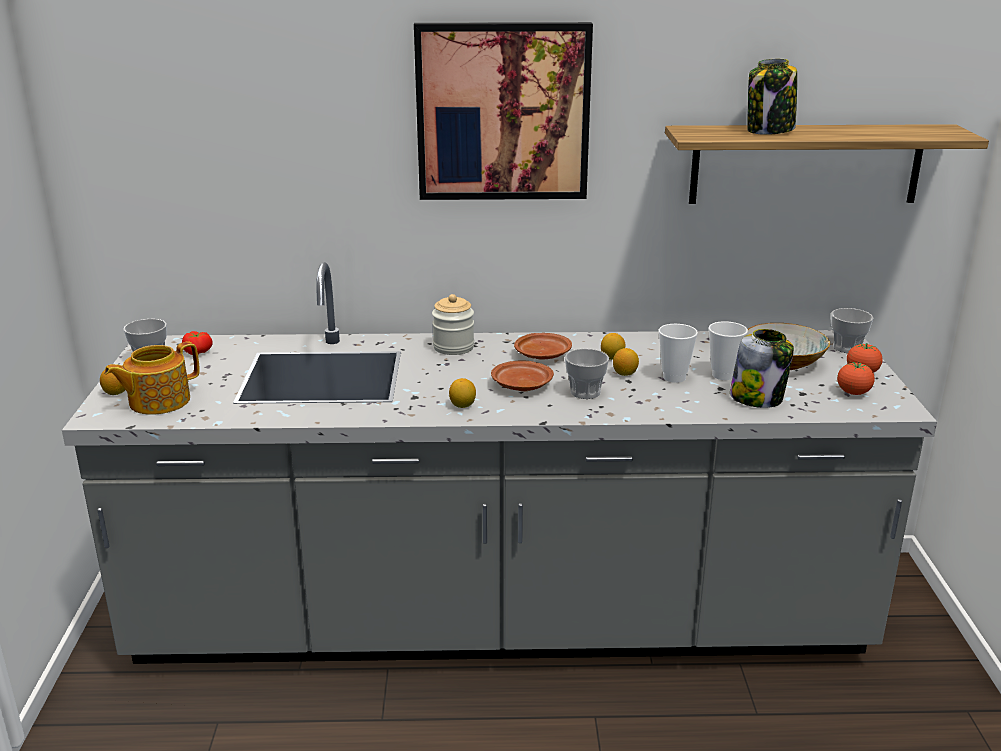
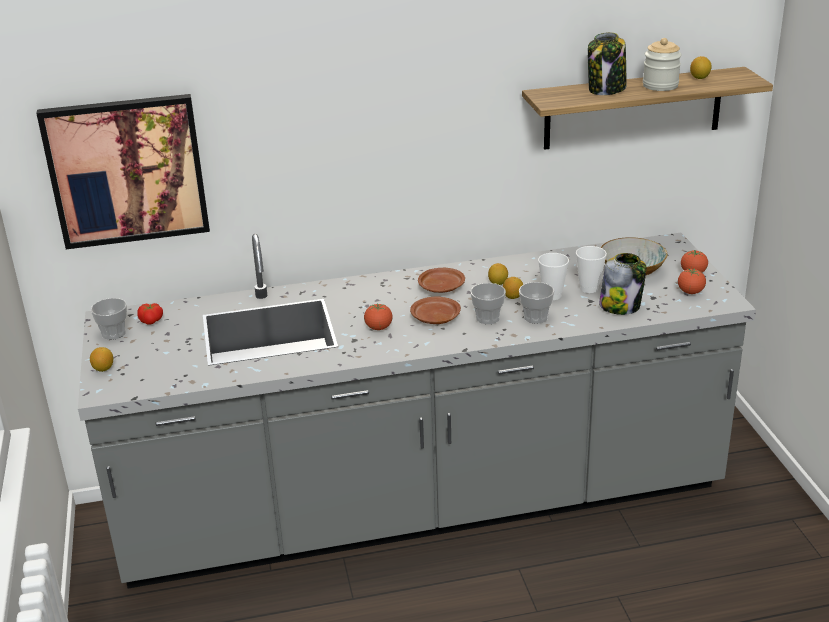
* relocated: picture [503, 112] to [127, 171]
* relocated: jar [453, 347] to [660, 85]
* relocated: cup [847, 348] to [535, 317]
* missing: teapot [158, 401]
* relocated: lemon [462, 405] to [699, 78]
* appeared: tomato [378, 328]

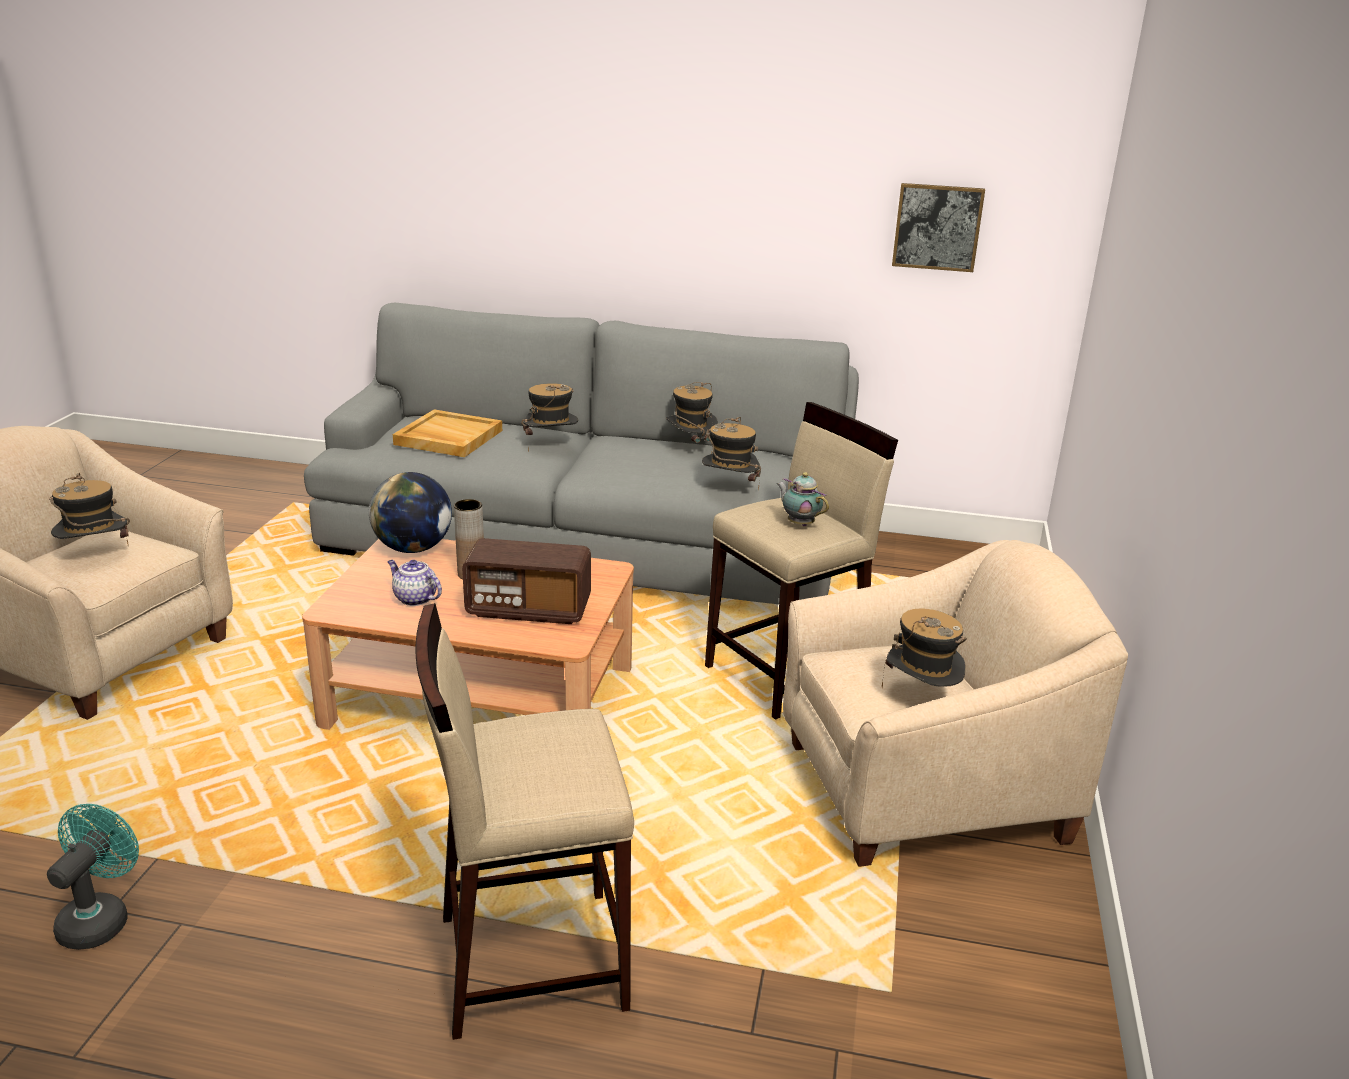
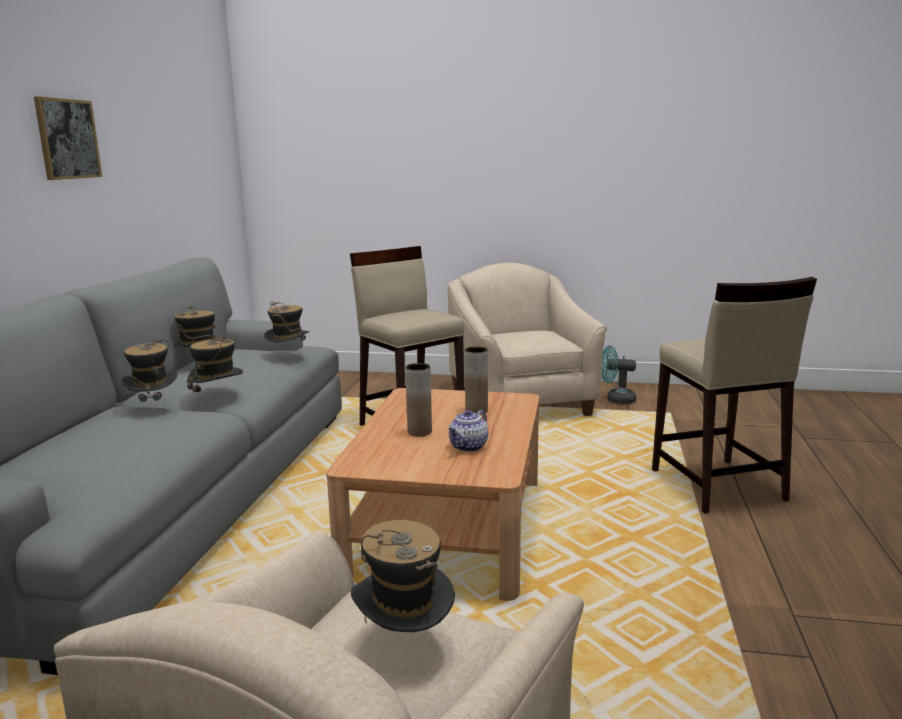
* relocated: picture [937, 227] to [67, 139]
* missing: beige tray [447, 437]
* missing: globe [413, 548]
* missing: teapot [799, 523]
* exchanged: radio [529, 609] to brown vase [476, 410]
* relocated: hat [920, 698] to [218, 400]
* relocated: turquoise fan [100, 918] to [616, 399]

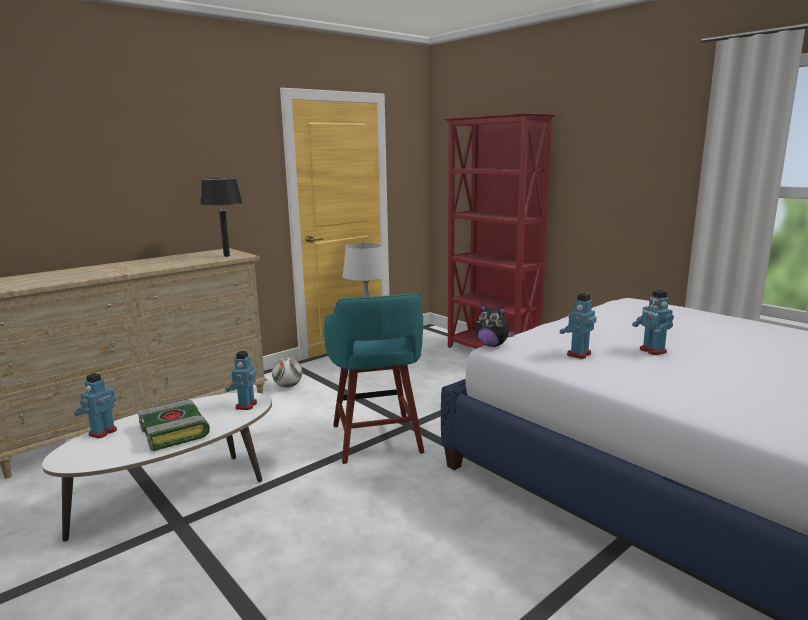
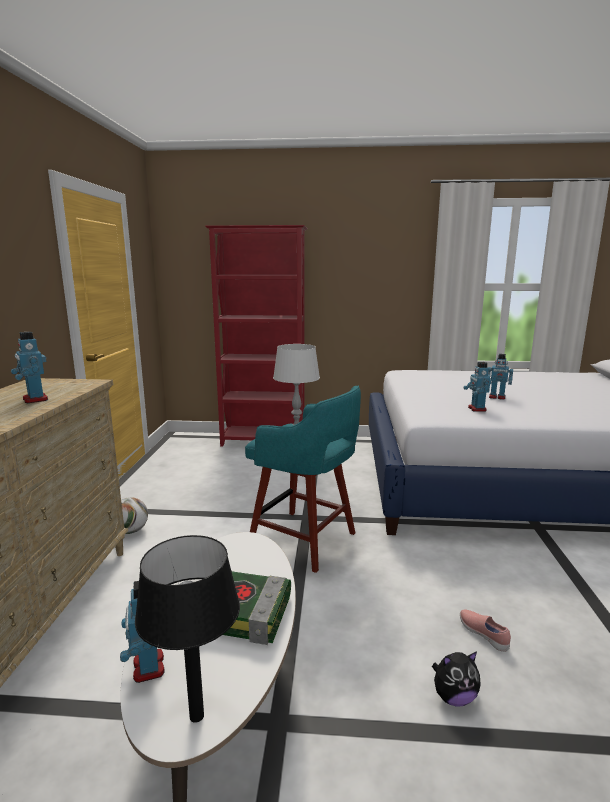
* relocated: black table lamp [226, 256] to [196, 715]
* relocated: plush toy [492, 345] to [453, 697]
* relocated: toy robot [245, 405] to [34, 399]
* appeared: pink shoe [483, 634]

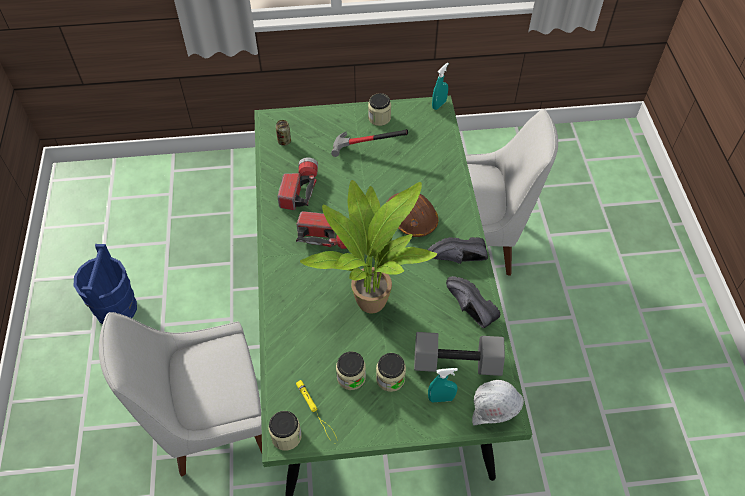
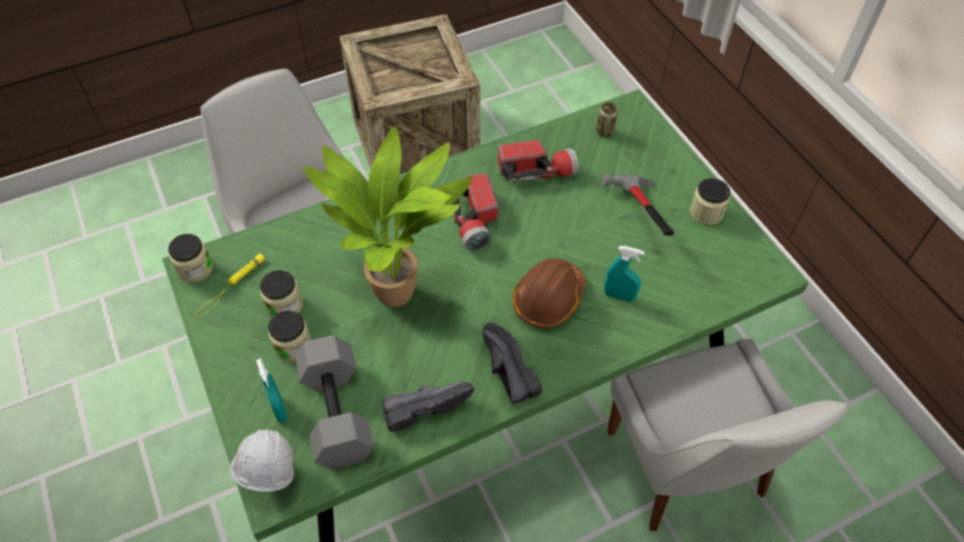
* relocated: turquoise spray bottle [439, 104] to [619, 296]
* exchanged: blue bucket [116, 309] to crate [415, 141]
* spun: black shoe [468, 309] = [425, 405] 45 degrees clockwise

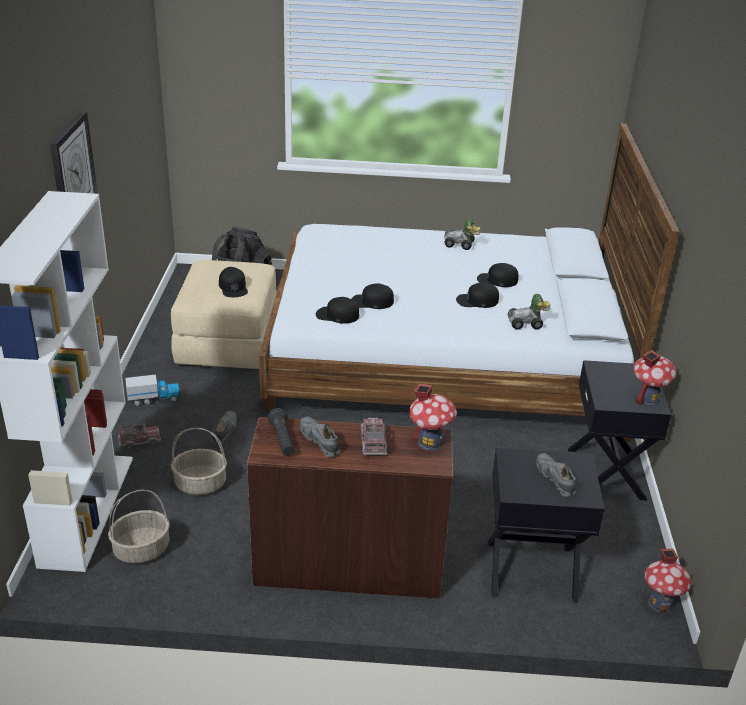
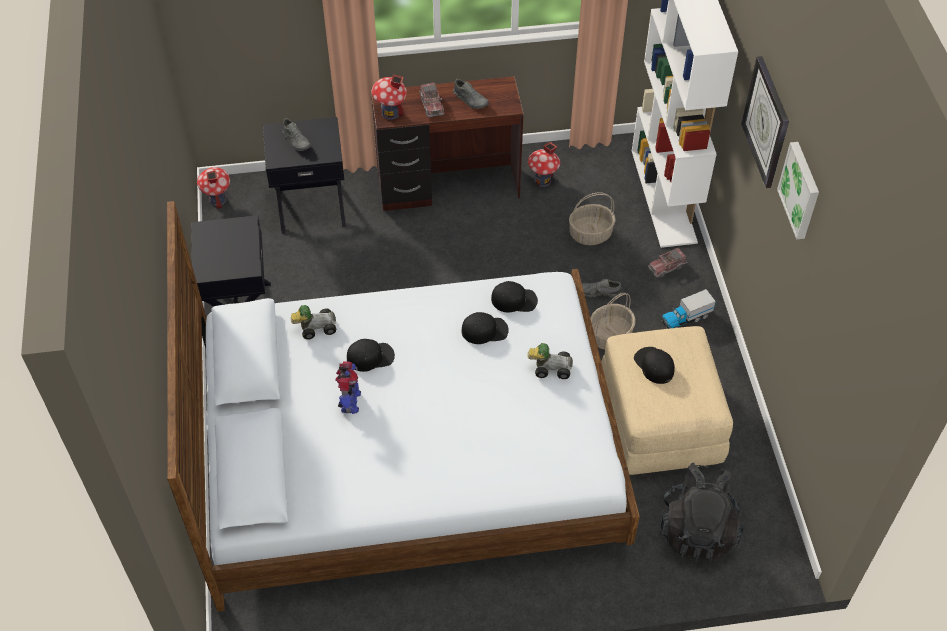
* relocated: toy car [460, 245] to [550, 367]
* exchanged: black cap [497, 280] to toy robot [349, 402]
* relocated: toy house [648, 398] to [542, 180]
* missing: black flashlight [282, 440]
* spun: grey shoe [224, 431] = [599, 292] 90 degrees clockwise
* relocated: basket [141, 550] to [610, 335]
* appeared: picture [801, 190]

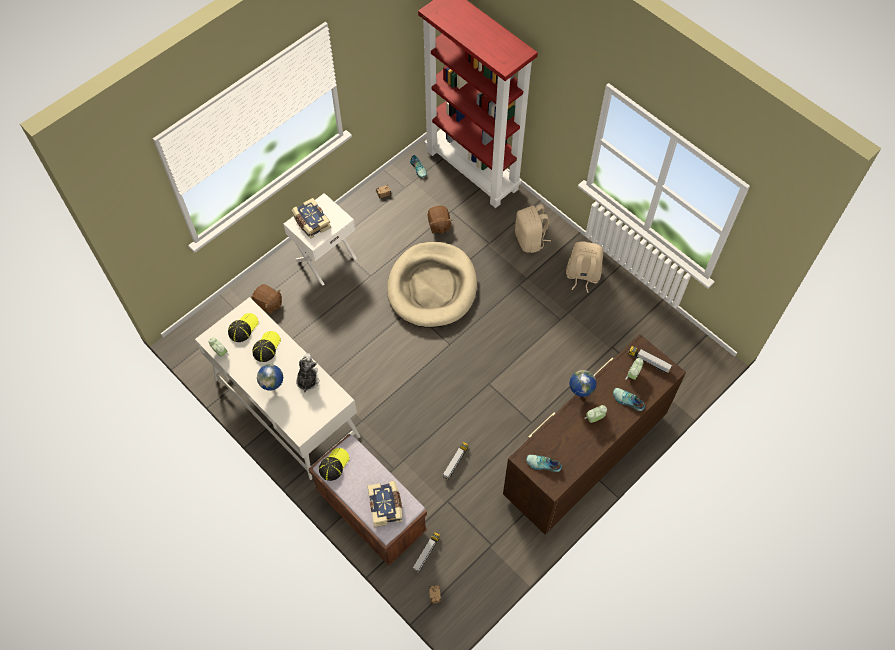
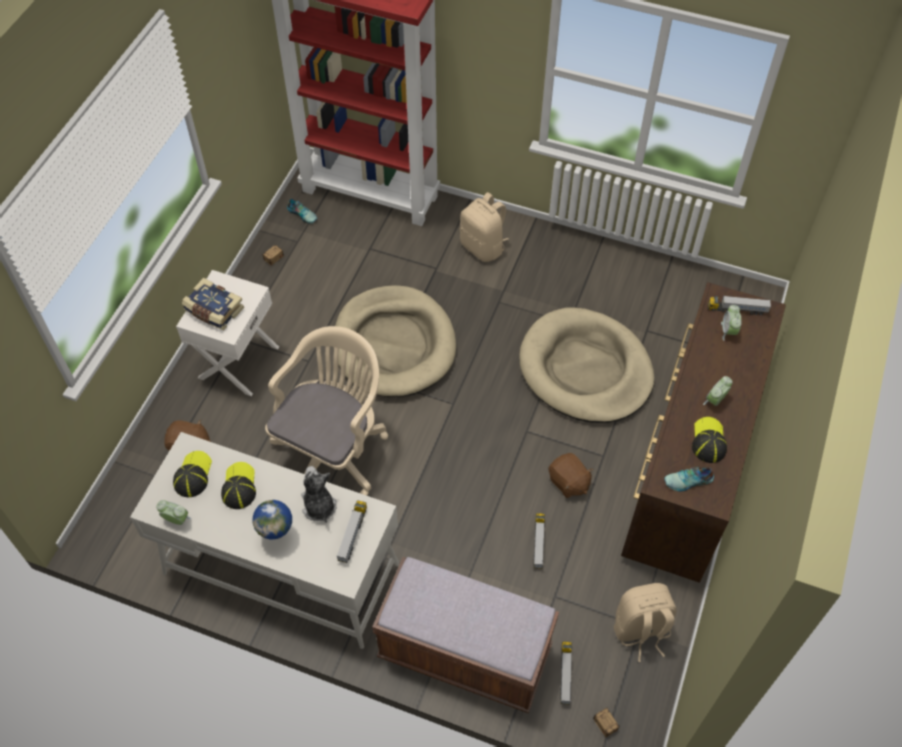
* relocated: brown plush toy [439, 225] to [568, 482]
* relocated: beige backpack [582, 275] to [641, 630]
* missing: globe [579, 394]
* missing: shoe [627, 401]
* relocated: cap [334, 464] to [708, 441]
* missing: book [386, 506]
* appeared: beige dog bed [585, 369]
* appeared: beige office chair [333, 450]
* appeared: toy truck [352, 534]

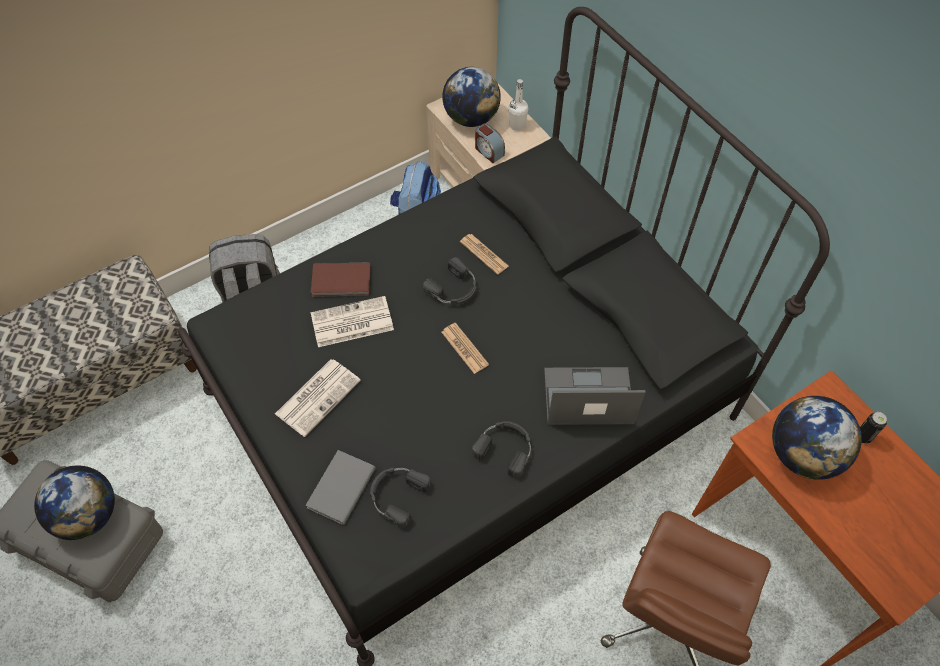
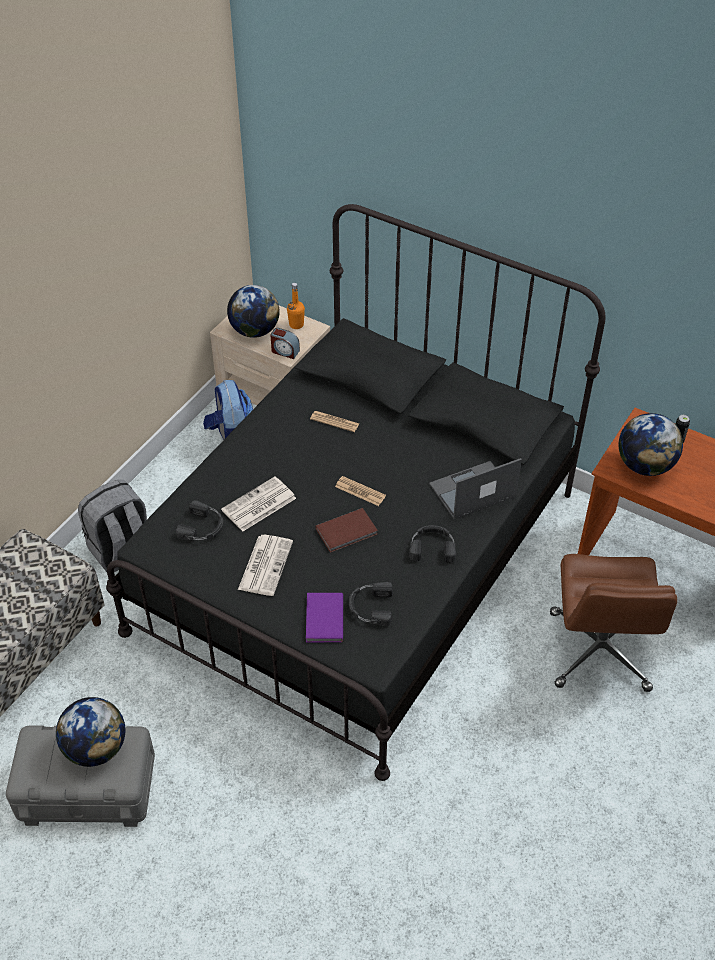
* colour: white bottle [517, 125] to orange bottle [296, 325]
* relocated: black headphones [454, 289] to [203, 527]
* relocated: brown book [342, 282] to [347, 532]
* colour: grey book [339, 488] to purple book [323, 619]

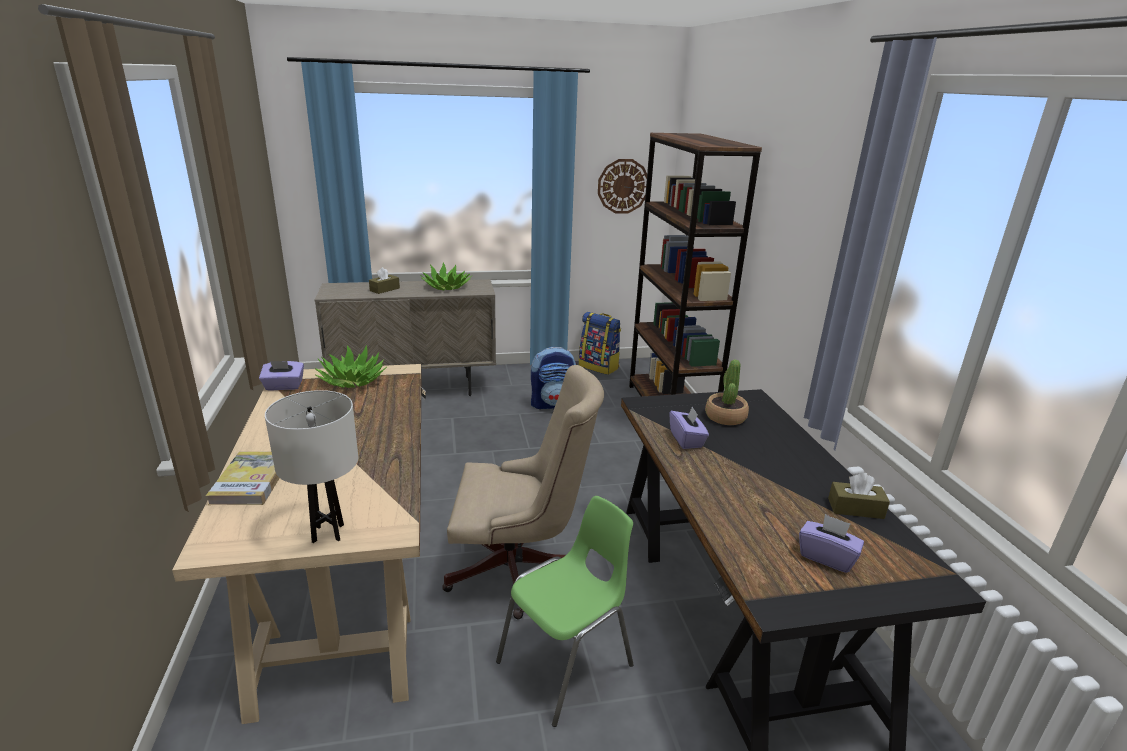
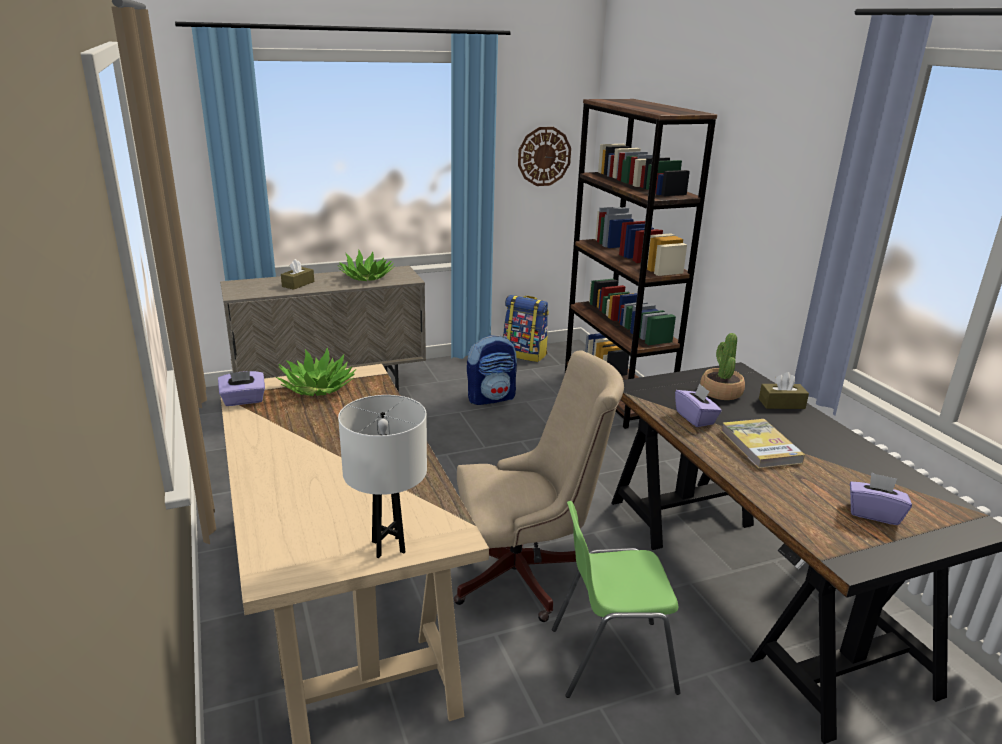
* relocated: book [251, 481] to [760, 446]
* relocated: brown tissue box [855, 508] to [781, 404]
* spun: green chair [567, 664] = [610, 658] 135 degrees counterclockwise

